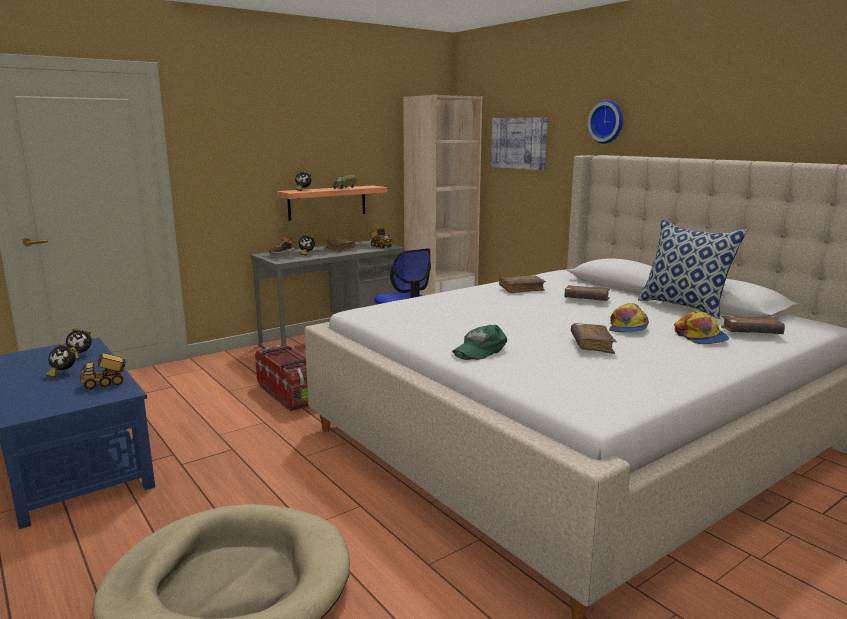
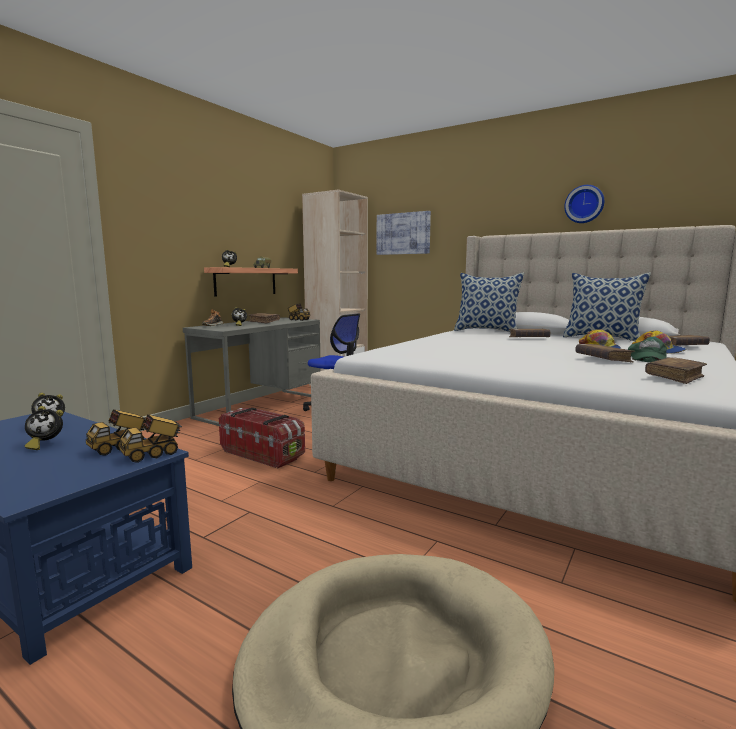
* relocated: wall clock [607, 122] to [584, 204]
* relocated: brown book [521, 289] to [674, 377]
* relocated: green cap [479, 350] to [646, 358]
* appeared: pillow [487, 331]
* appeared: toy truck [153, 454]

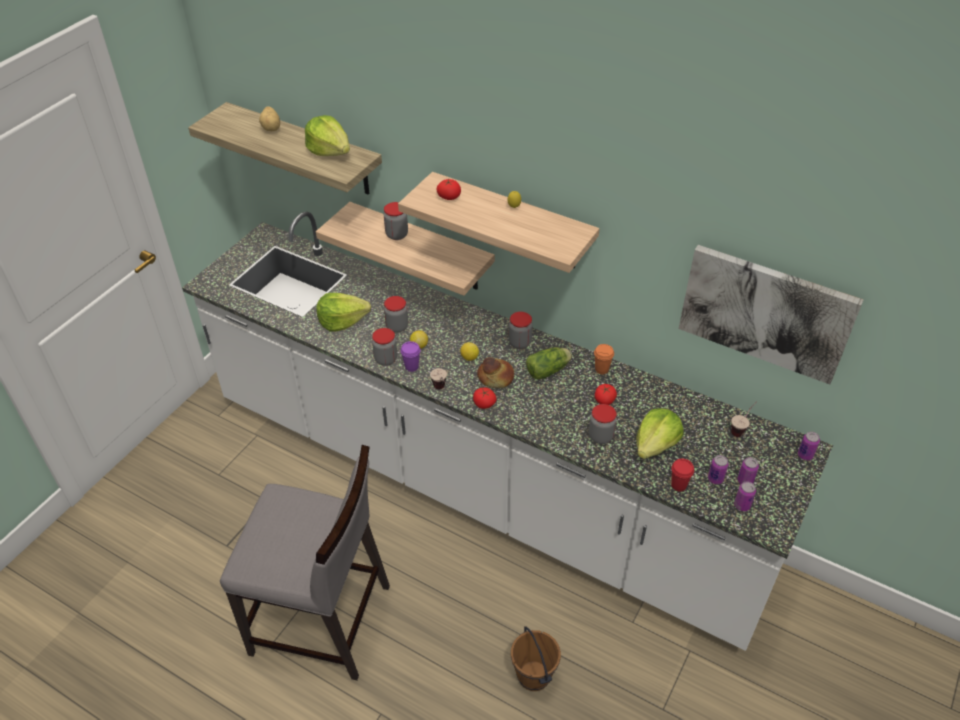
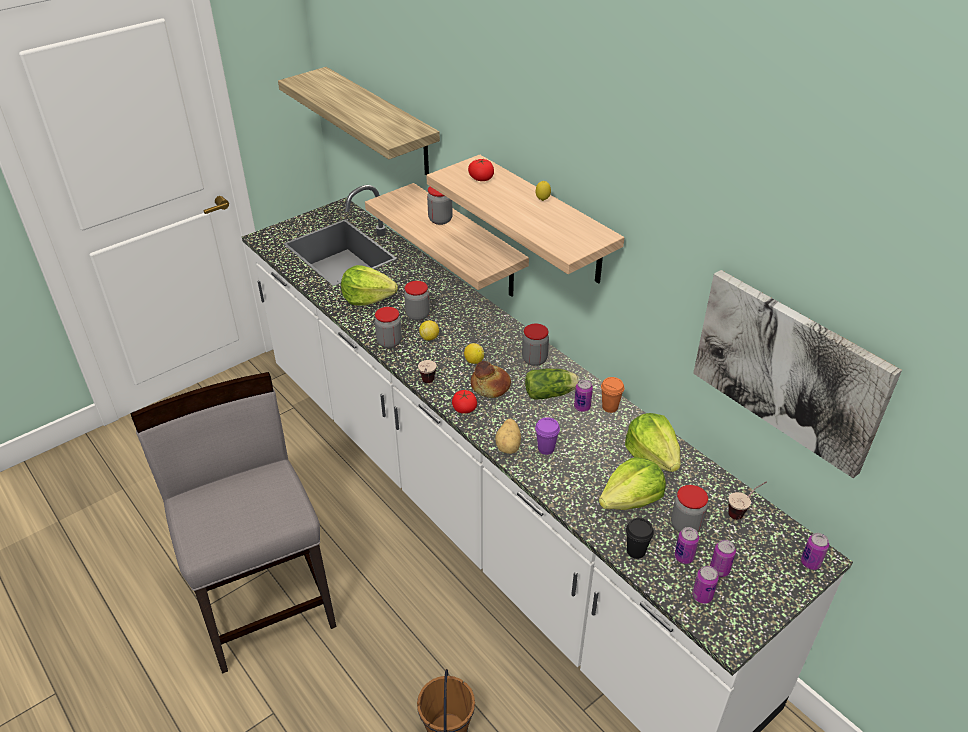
* relocated: potato [272, 128] to [509, 445]
* relocated: lettuce [329, 151] to [652, 455]
* relocated: purple cup [411, 366] to [546, 448]
* missing: tomato [604, 400]
* relocated: jar [600, 436] to [685, 525]
* spun: grey chair [322, 621] = [264, 599] 150 degrees counterclockwise
* colour: red cup [678, 485] to black cup [636, 551]
* appeared: can [582, 407]

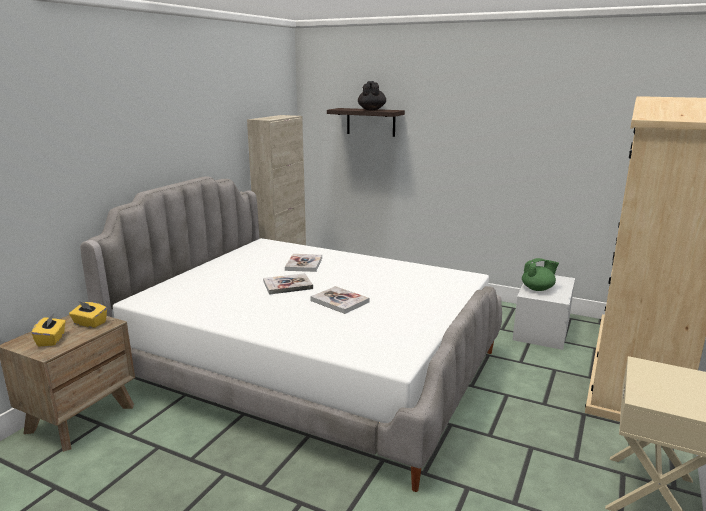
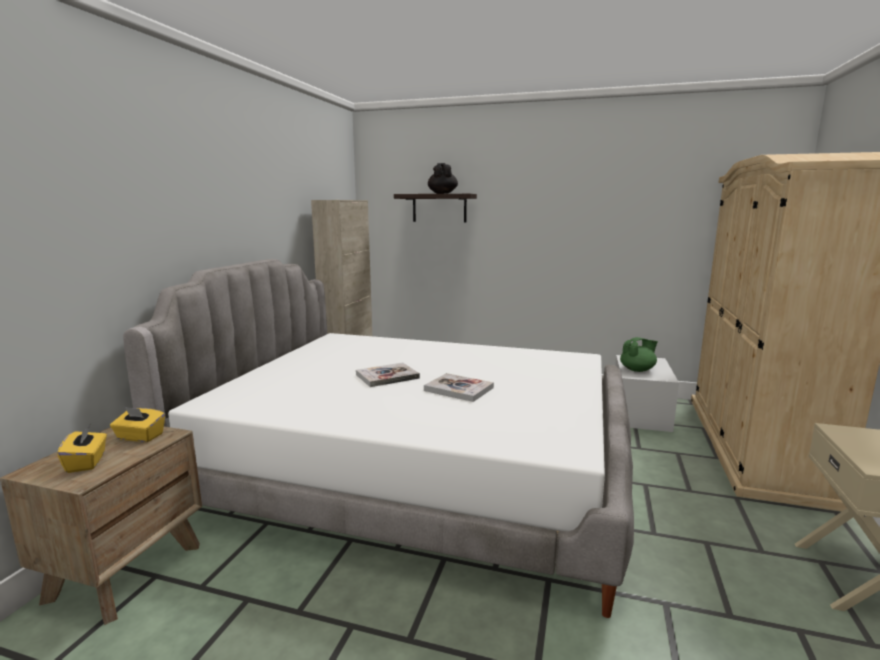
* missing: book [304, 264]

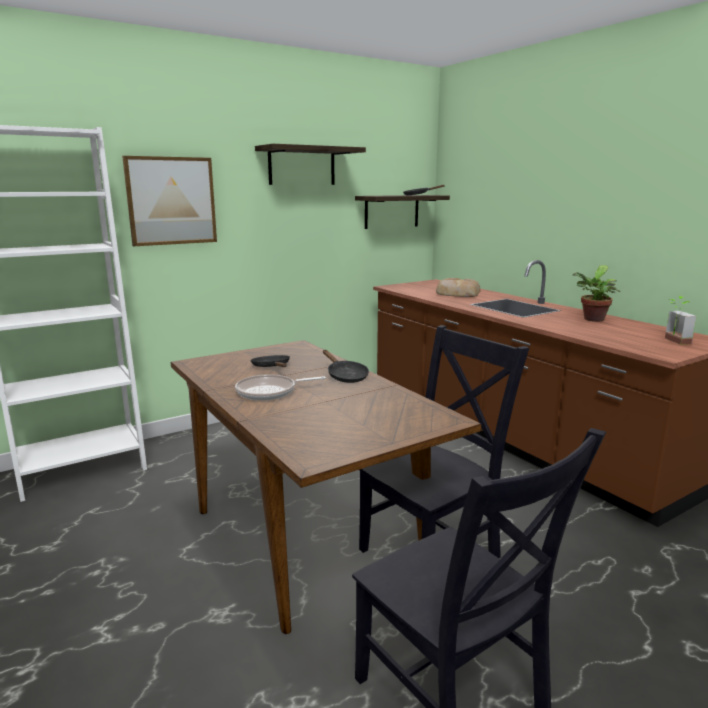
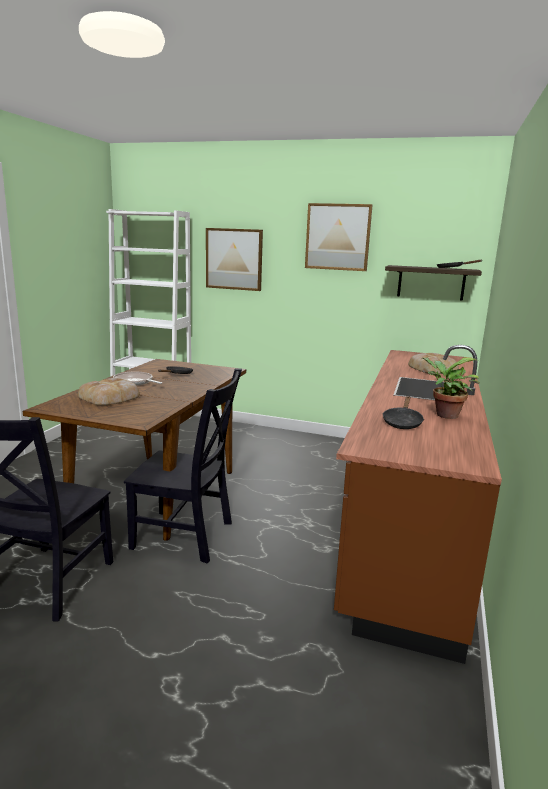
* exchanged: shelf [302, 166] to picture [338, 237]
* missing: potted plant [673, 341]
* relocated: black frying pan [345, 376] to [402, 422]
* appeared: bread [110, 397]

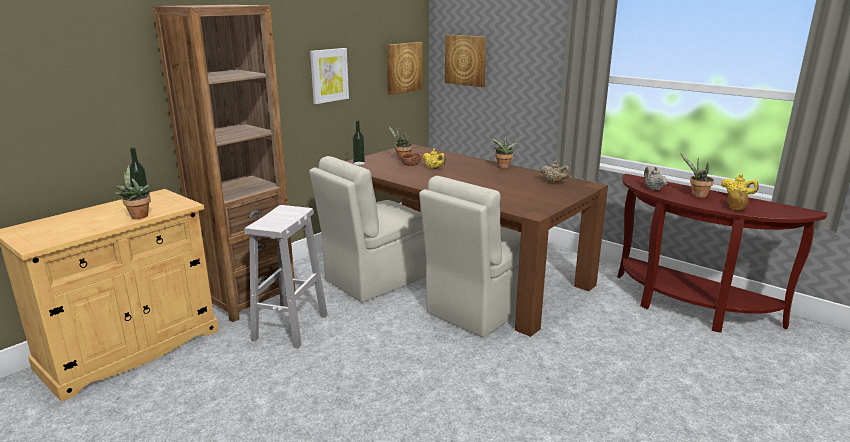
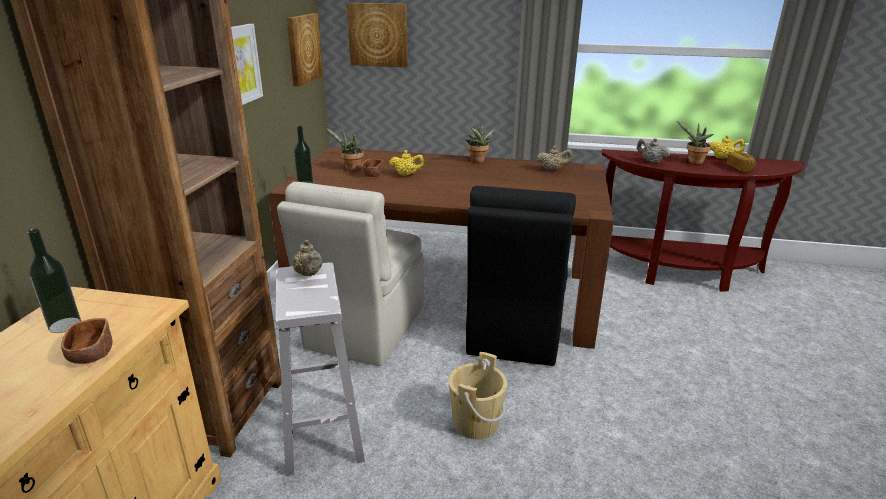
* exchanged: potted plant [138, 216] to brown bowl [91, 354]
* colour: beige chair [479, 308] to black chair [514, 331]
* appeared: beige teapot [308, 274]
* appeared: beige bucket [475, 423]

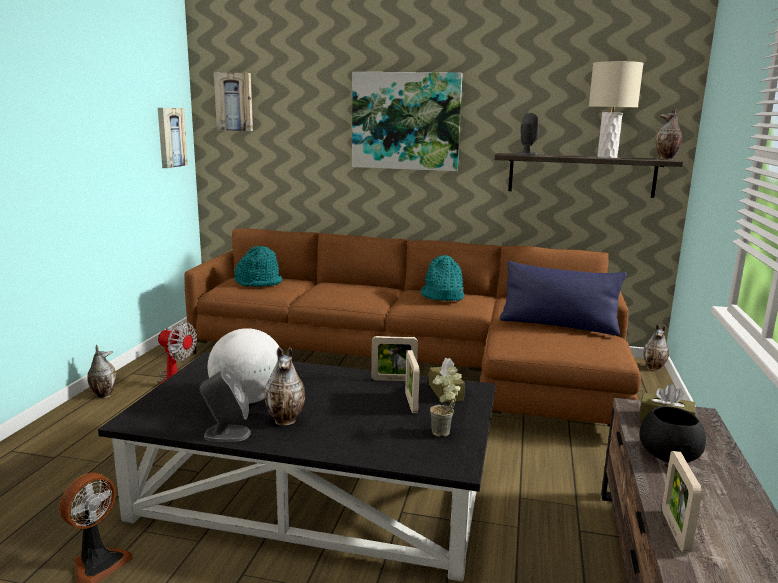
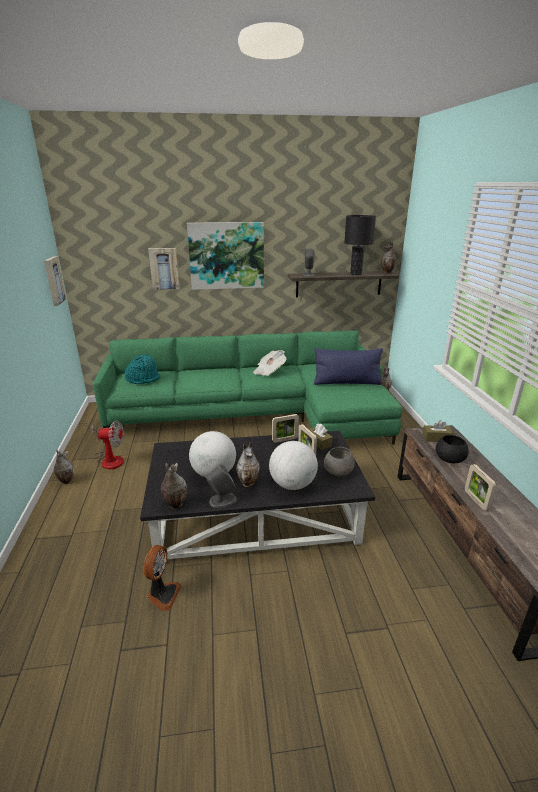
* colour: beige table lamp [606, 157] to black table lamp [355, 274]
* relocated: picture [234, 102] to [164, 268]
* colour: brown sofa [419, 364] to green sofa [257, 414]
* exchanged: turquoise hat [442, 296] to newspaper [269, 371]
* exchanged: potted plant [445, 435] to grey bowl [338, 471]
* appeared: globe [292, 484]
* appeared: vase [174, 504]

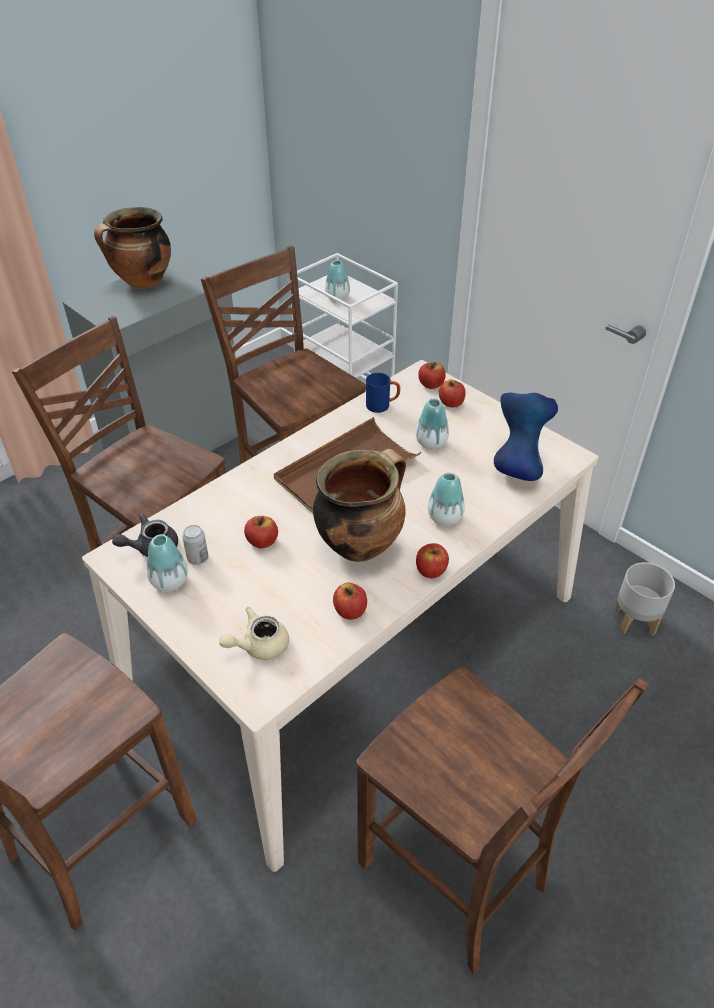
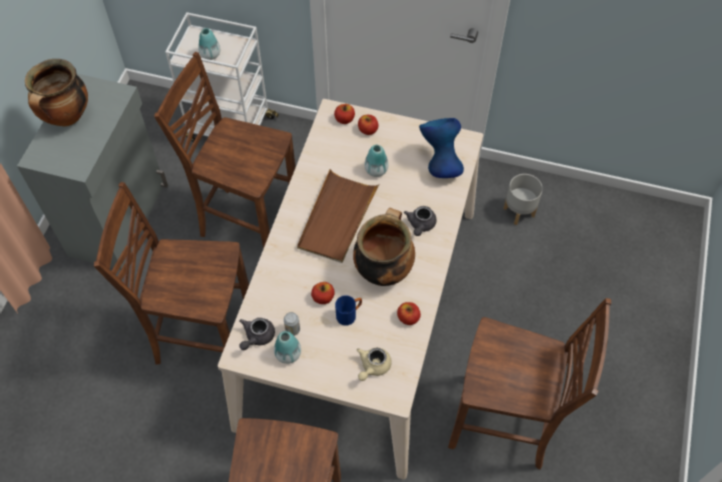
* relocated: blue mug [382, 406] to [349, 314]
* exchanged: vase [445, 517] to grey teapot [420, 225]
* missing: apple [431, 570]

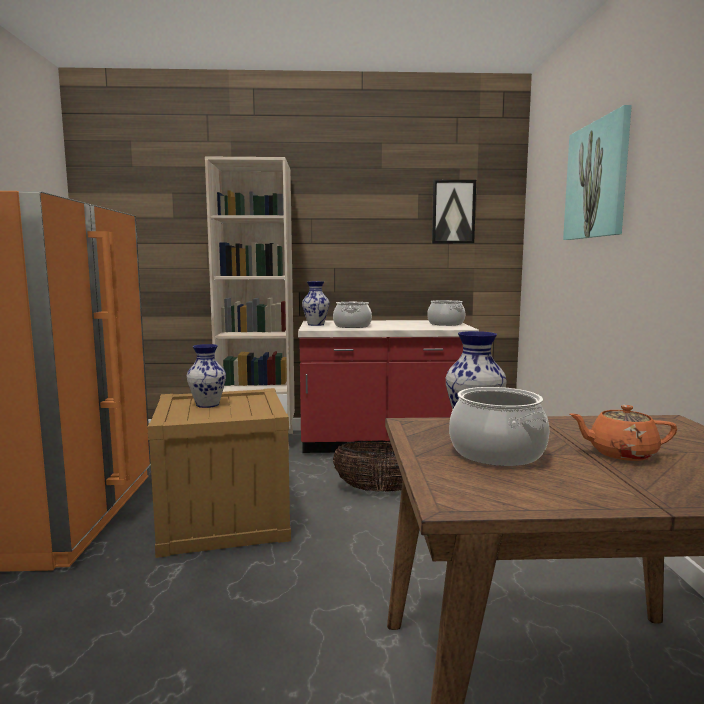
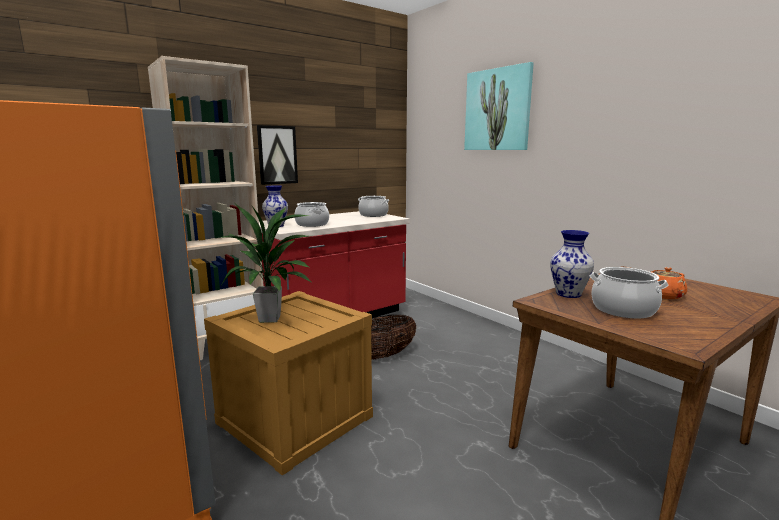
* relocated: picture [453, 212] to [277, 155]
* exchanged: vase [207, 405] to potted plant [270, 319]

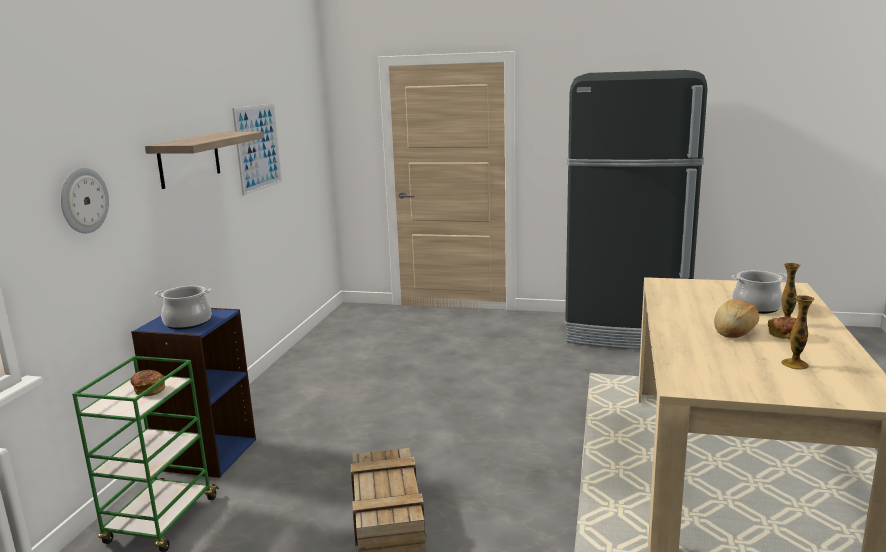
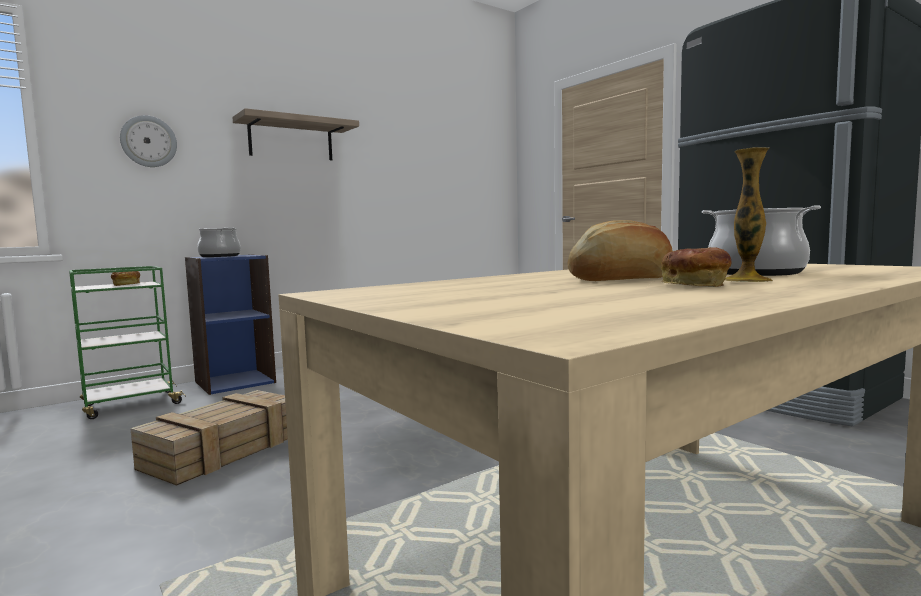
* missing: picture [258, 147]
* missing: vase [794, 364]

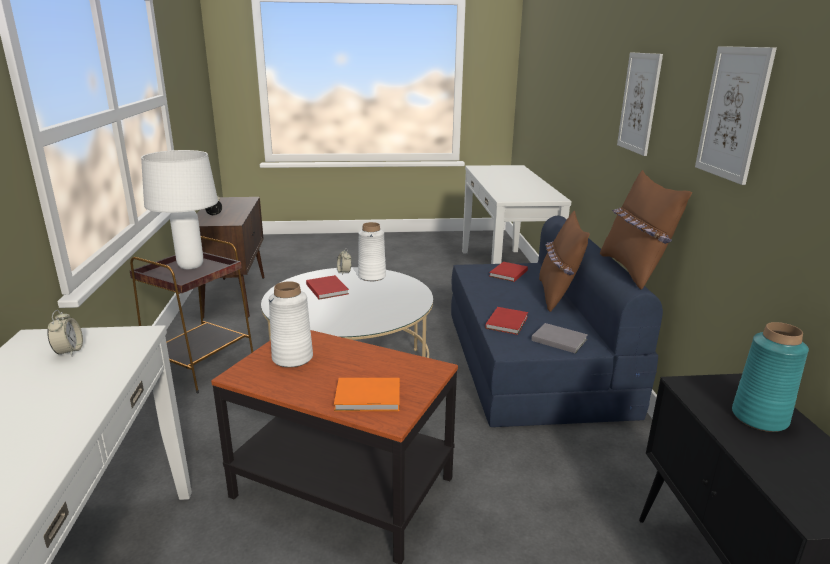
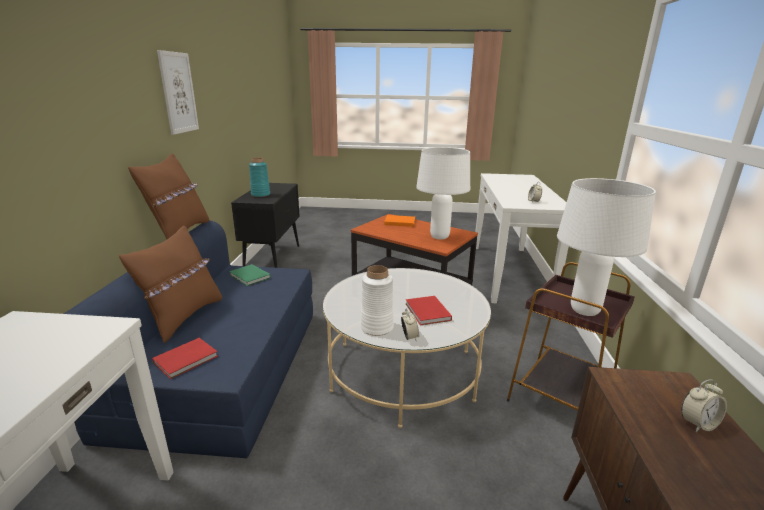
* missing: picture [639, 103]
* exchanged: white vase [293, 358] to white table lamp [439, 237]
* missing: red book [508, 322]
* colour: grey book [558, 339] to green book [250, 277]

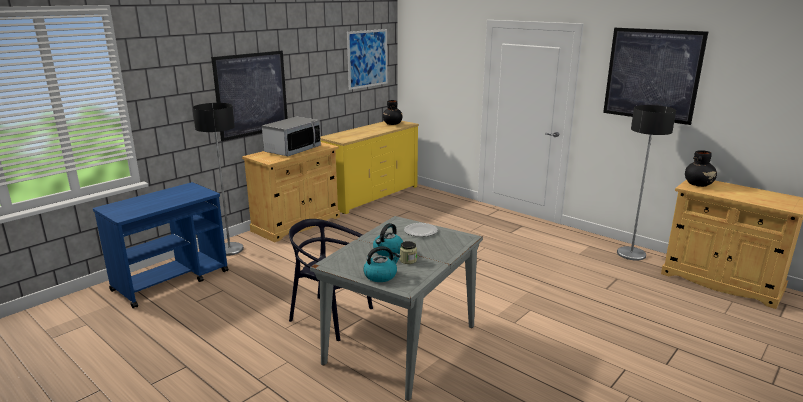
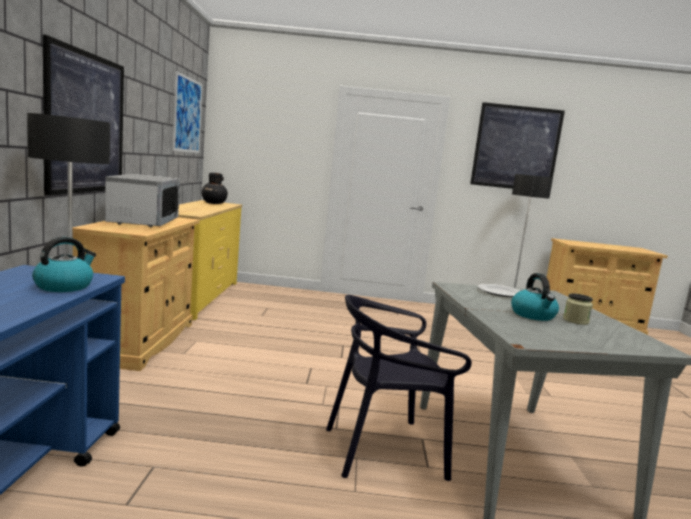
* missing: black vase [698, 185]
* relocated: kettle [381, 275] to [64, 286]

